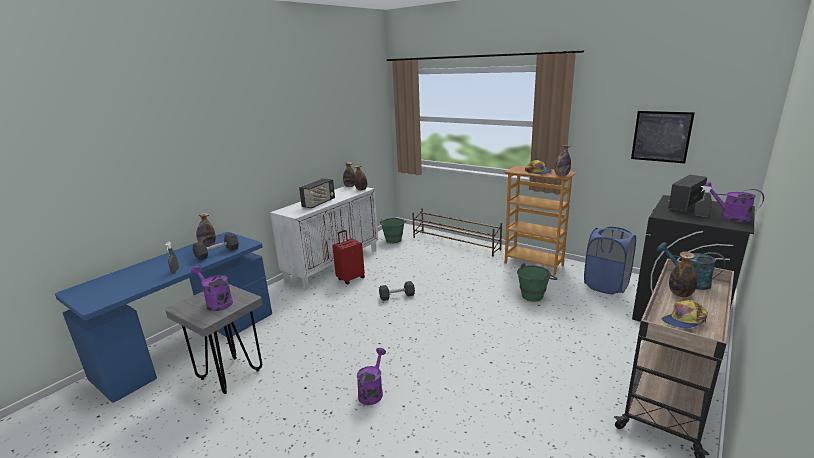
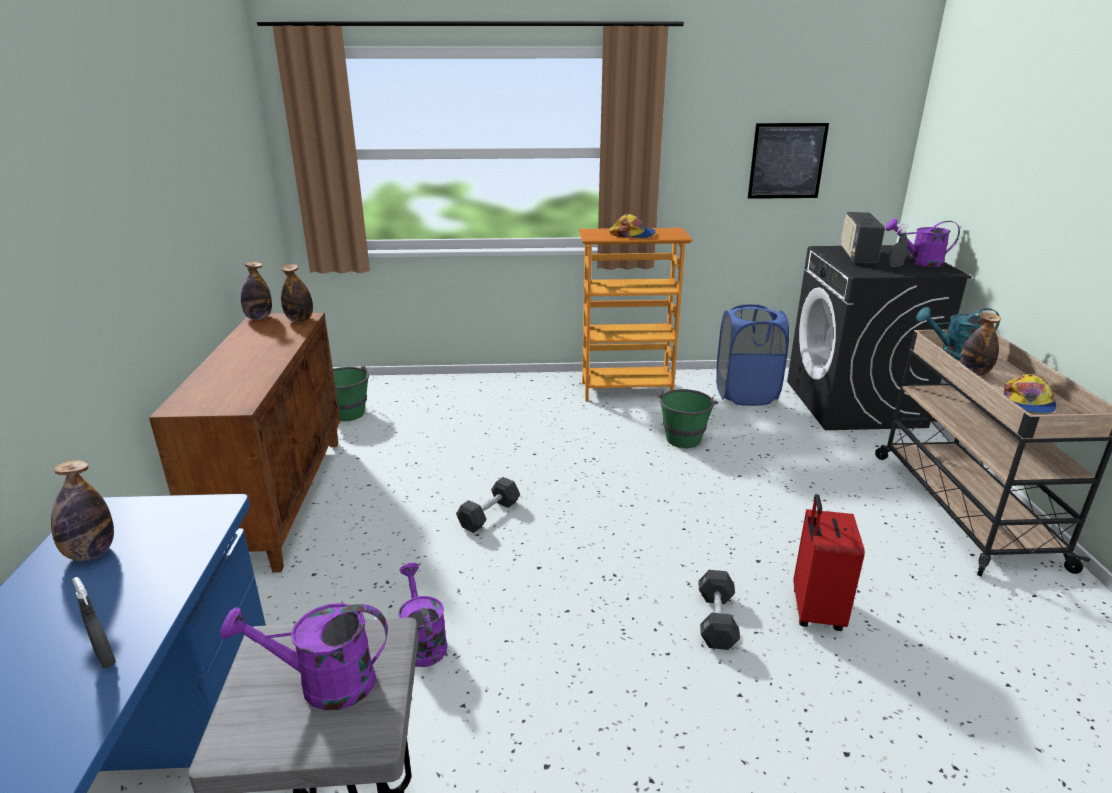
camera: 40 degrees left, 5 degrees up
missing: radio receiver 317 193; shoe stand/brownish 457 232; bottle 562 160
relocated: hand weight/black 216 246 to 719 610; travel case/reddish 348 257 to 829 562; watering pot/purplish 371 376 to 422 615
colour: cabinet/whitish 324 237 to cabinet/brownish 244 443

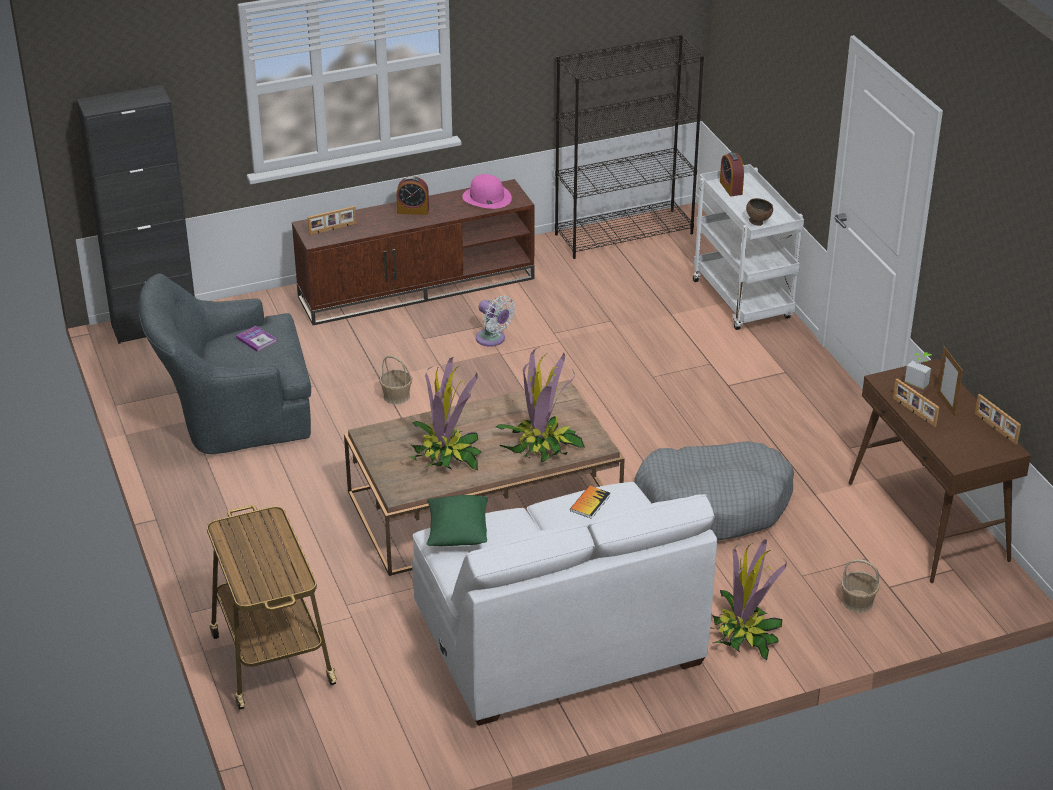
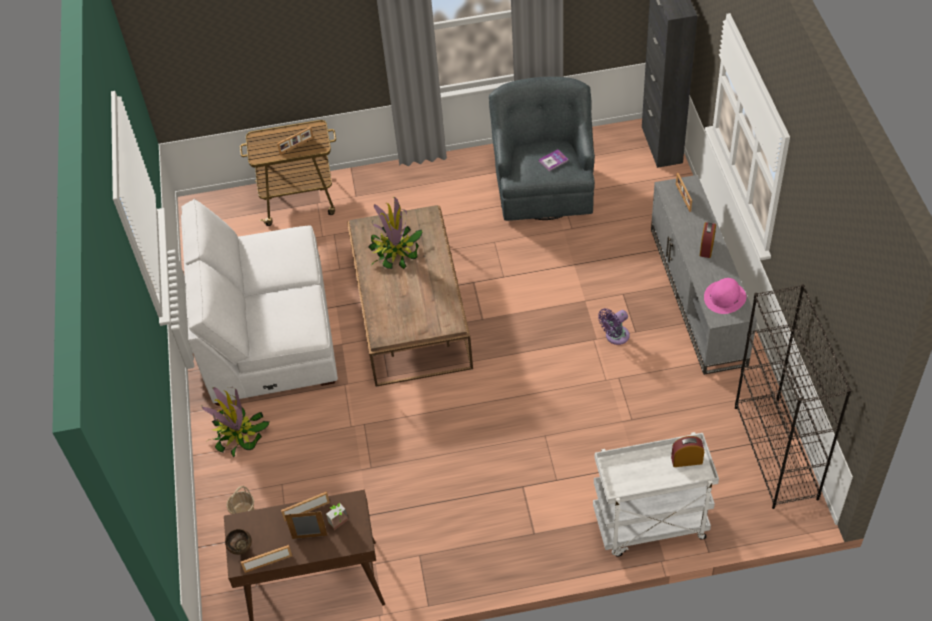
camera: 105 degrees right, 15 degrees up
missing: basket 395 379; cushion/greenish 457 520; plant in a pot 540 405; bound book 590 502; dog cushion/grey 714 490
appeared: standing frame 295 141
relocated: bowl/brownish 759 212 to 238 542
colour: tv unit/brownish 413 252 to tv unit/grey 704 275; fan/whitish 495 321 to fan/purplish 614 326

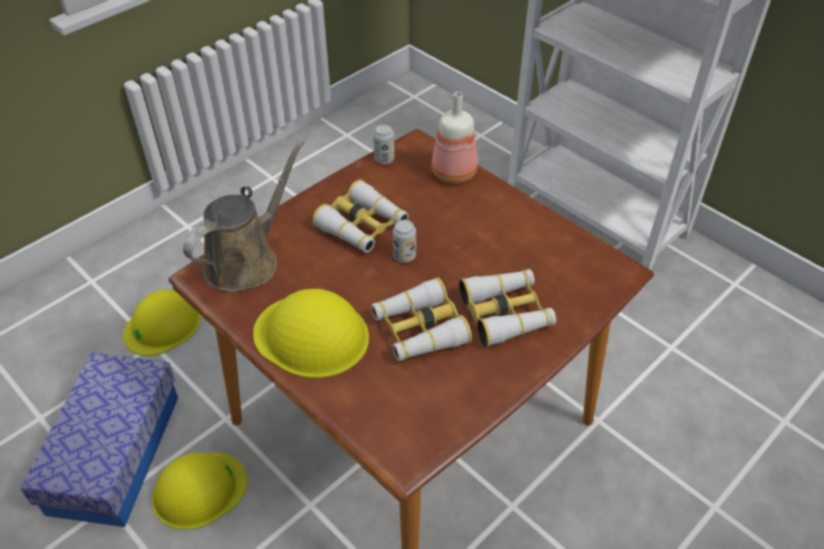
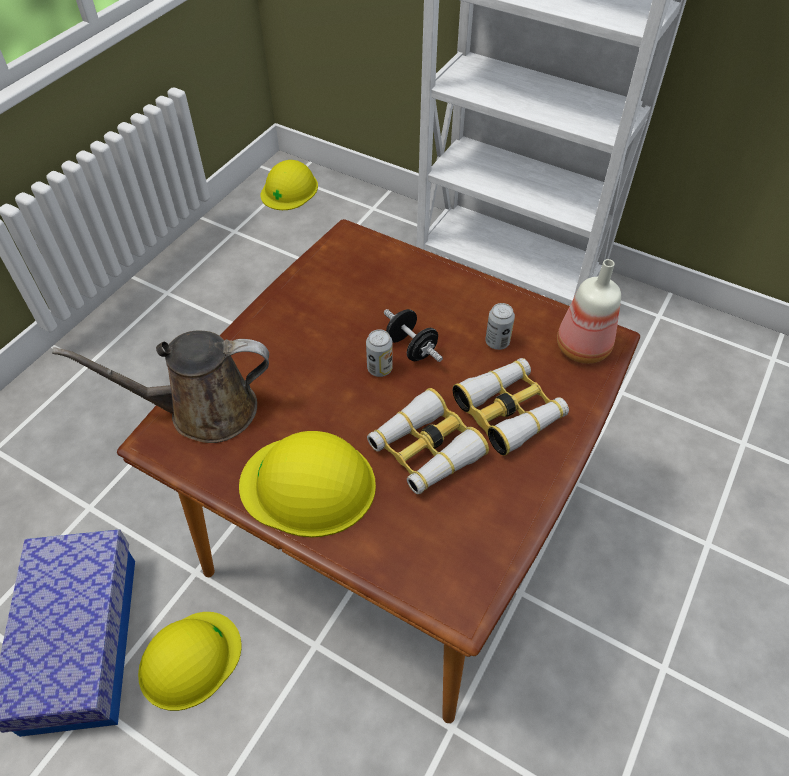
camera: 15 degrees left, 5 degrees up
missing: binoculars 360 216
appeared: hand weight/black 413 335
relocated: hard hat/yellow 162 322 to 289 185; sealed can 383 144 to 500 326; bottle 454 138 to 589 311
spun: watering pot/brownish 244 216 = 160 387 120 degrees counterclockwise

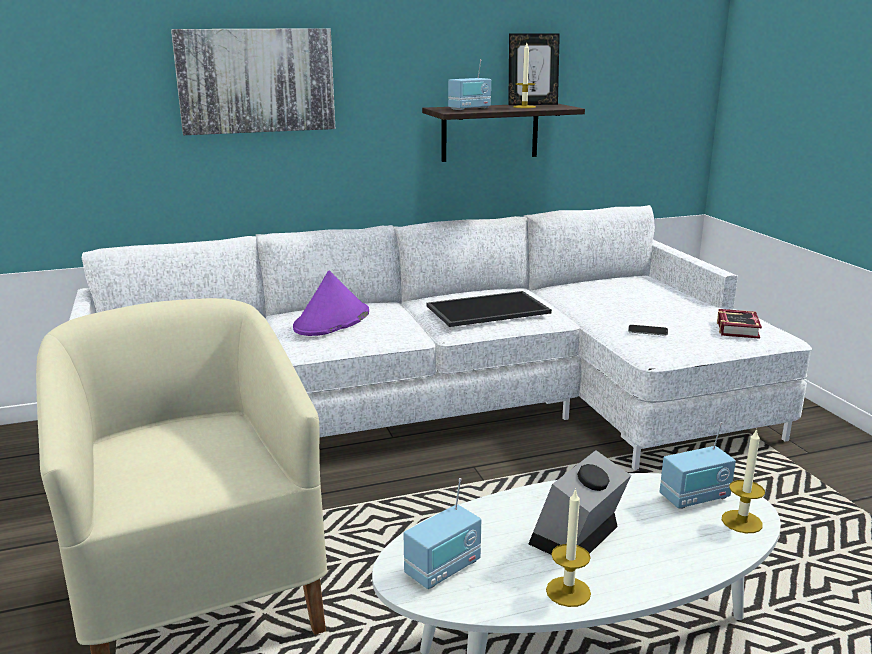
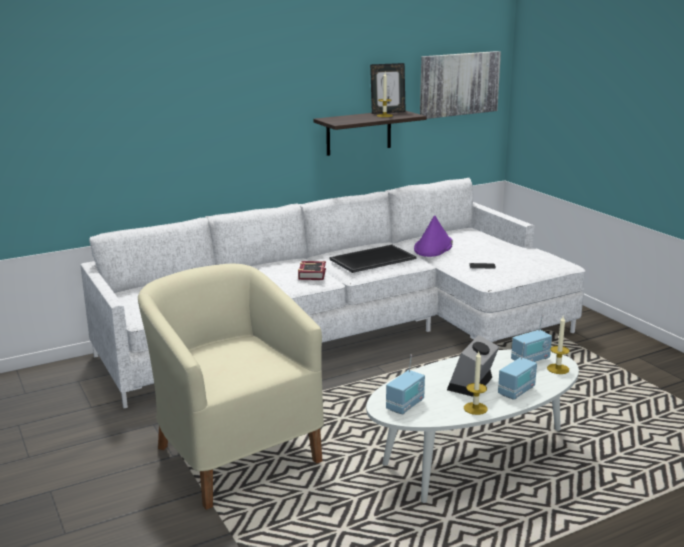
camera: 10 degrees left, 0 degrees up
relocated: wall art 253 81 to 460 85; hat/purplish 331 303 to 433 236; radio receiver 469 84 to 517 371; bound book 739 324 to 312 270

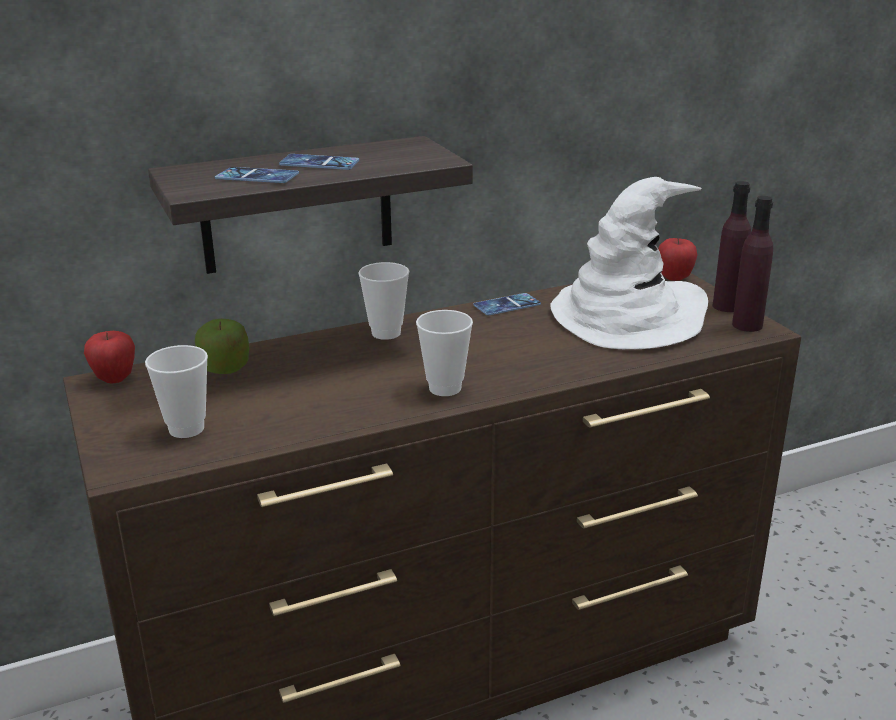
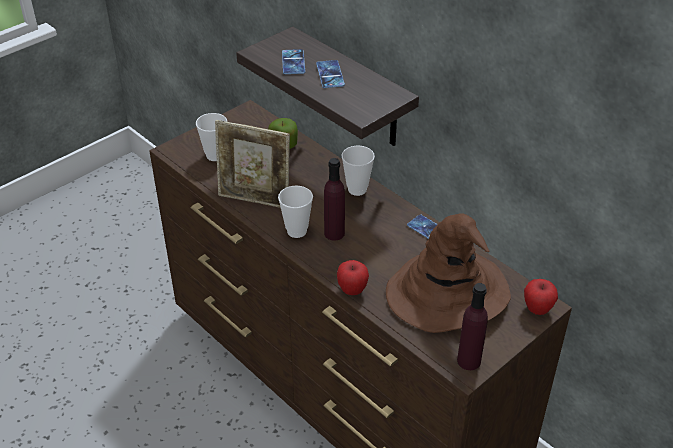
camera: 70 degrees right, 15 degrees up
appeared: standing frame 252 164
relocated: apple fruit 109 357 to 353 277; bottle/purplish 732 246 to 334 199
colour: hat/whitish 629 263 to hat/brownish 448 273

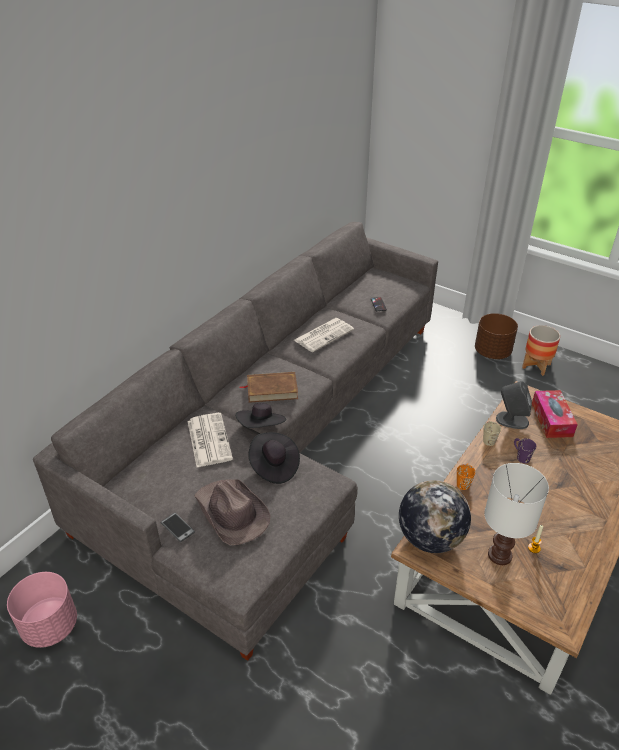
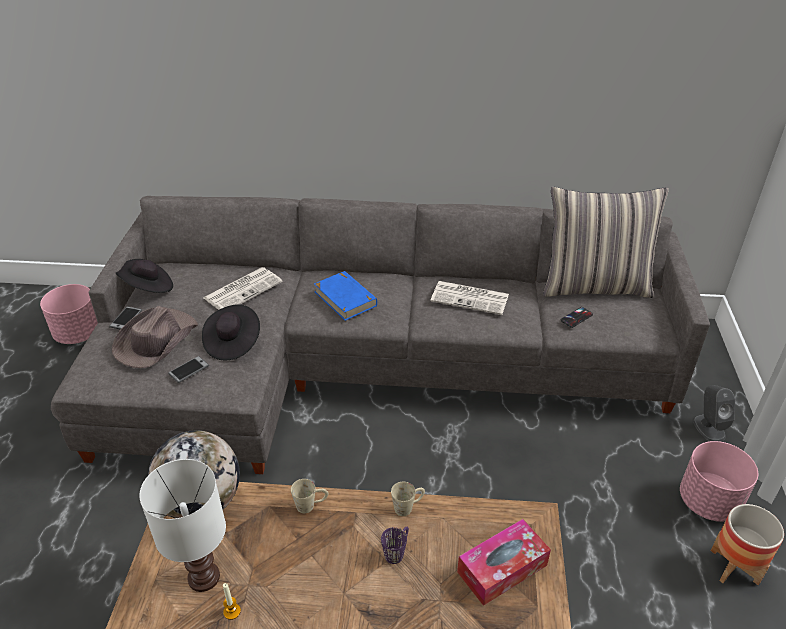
camera: 60 degrees right, 0 degrees up
appeared: telephone 188 369; cushion 606 242
relocated: hat/black 261 415 to 144 276; loudspeaker/grey 514 405 to 714 413
colour: bound book/brownish 268 387 to bound book/blue 345 296; mug/orangey 466 476 to mug/sand-coloured 309 496; plant pot/brownish 496 336 to plant pot/pinkish 719 481

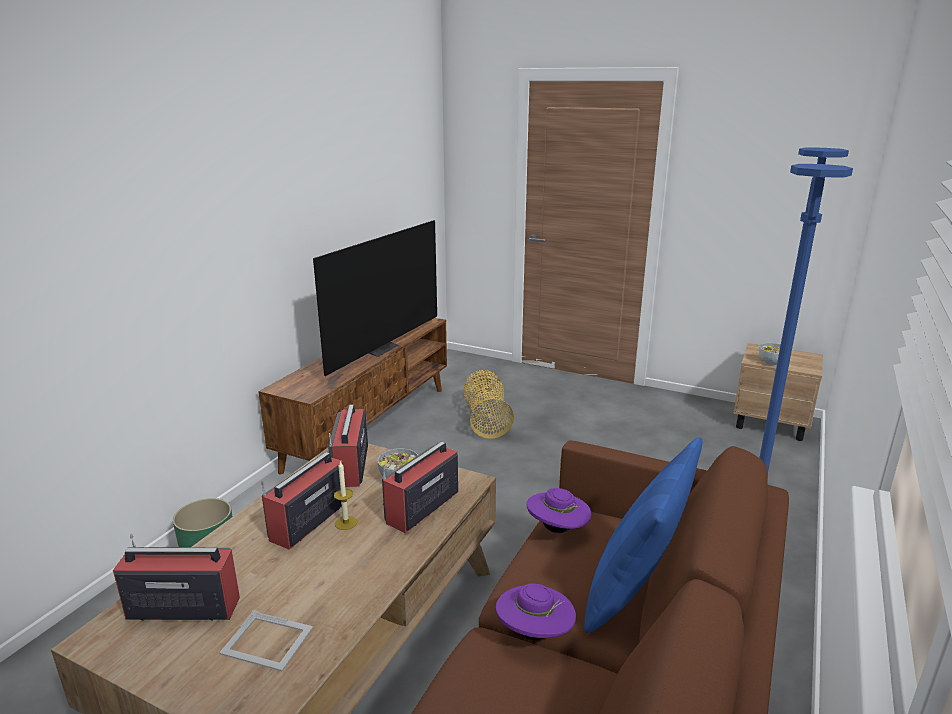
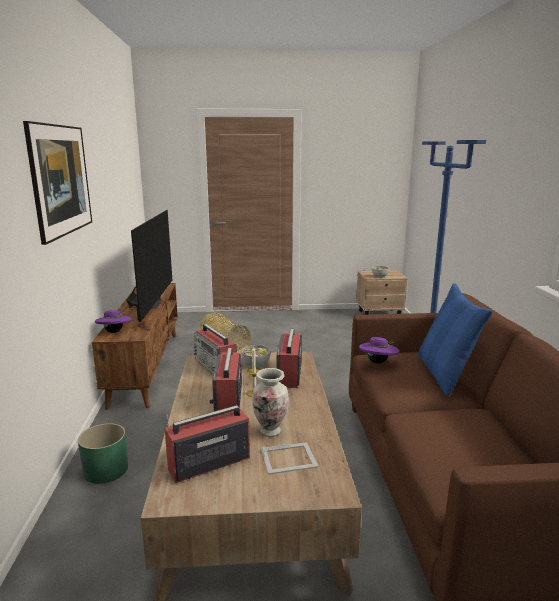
camera: 30 degrees left, 5 degrees down
appeared: wall art 57 183; vase 270 402
relocated: hat/purplish 536 611 to 113 321

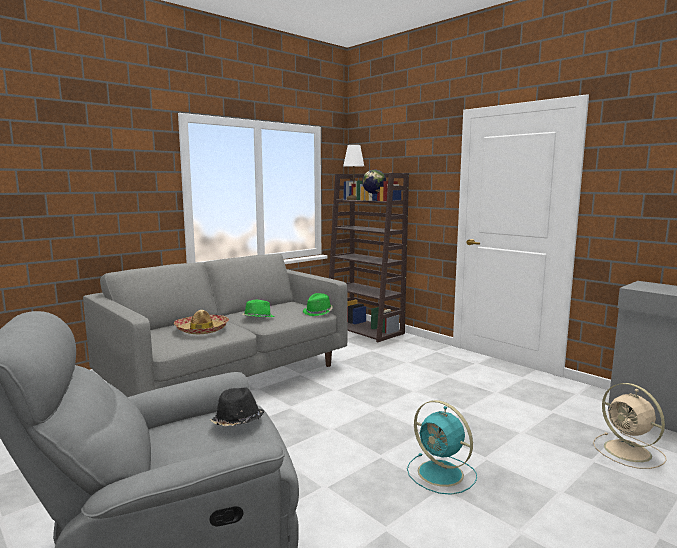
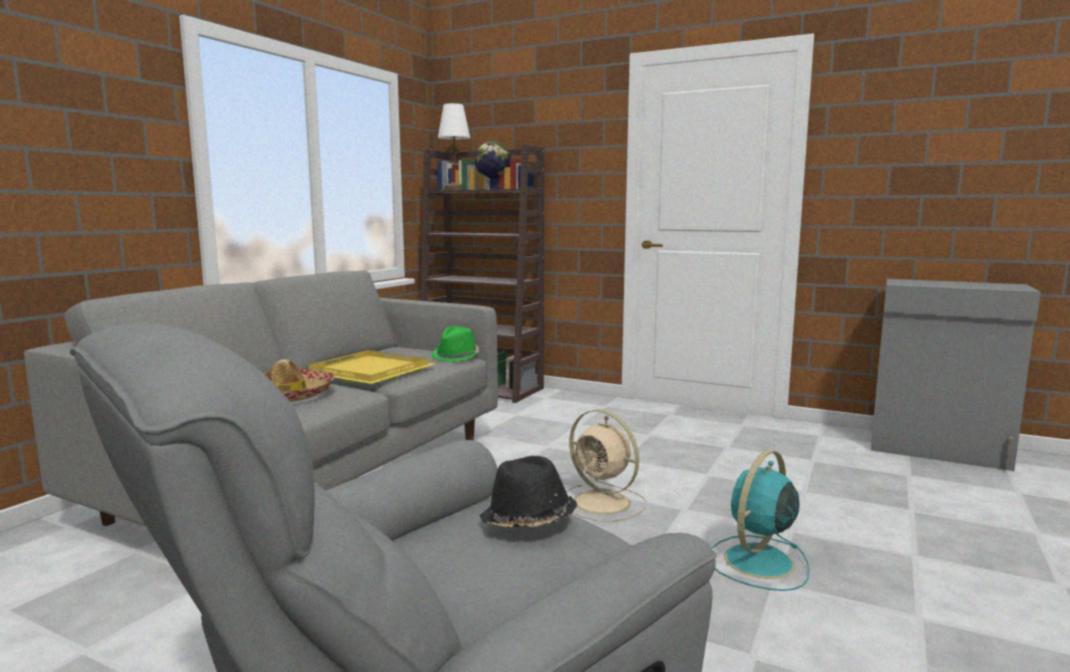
camera: 20 degrees left, 0 degrees up
relocated: fan/sand-coloured 629 426 to 606 466
exchanged: hat/greenish 258 308 to tray/yellow 371 367
spun: fan/turquoise-coloured 442 447 = 760 520 105 degrees clockwise

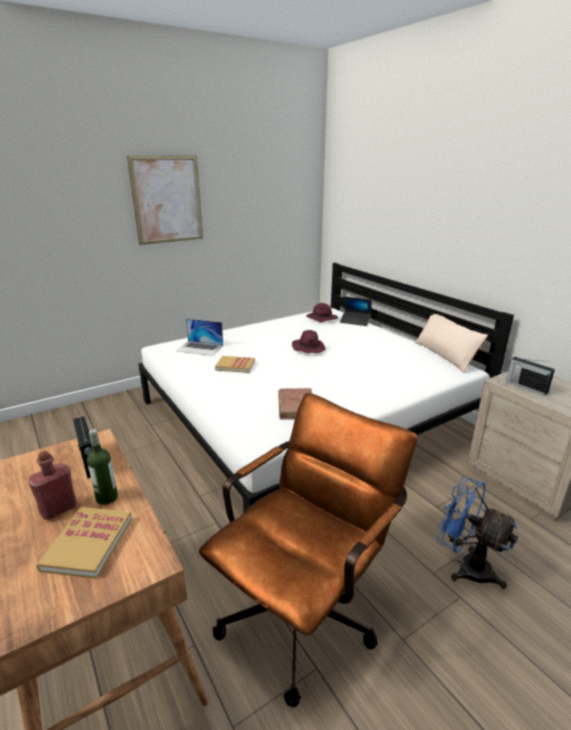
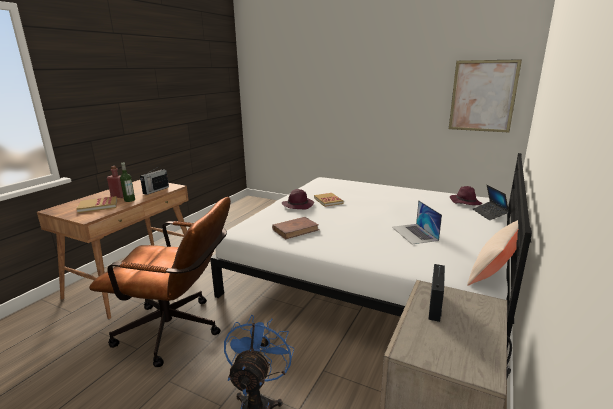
camera: 60 degrees right, 5 degrees down
relocated: wall art 165 200 to 485 95; notebook computer 199 337 to 417 222; hat/purplish 309 341 to 298 199

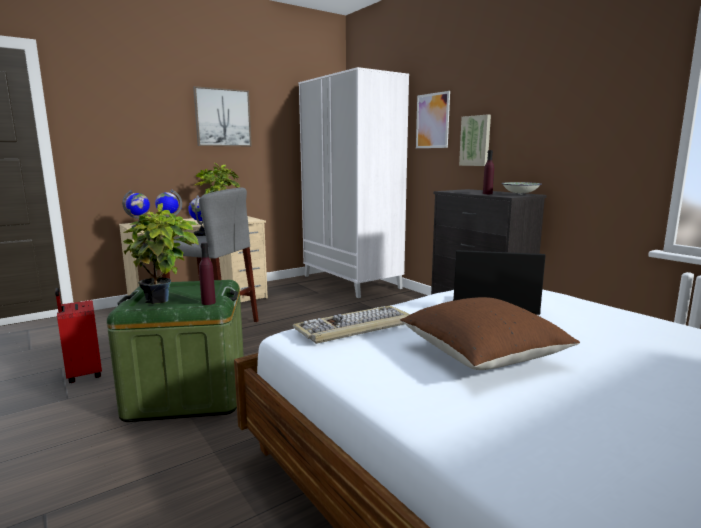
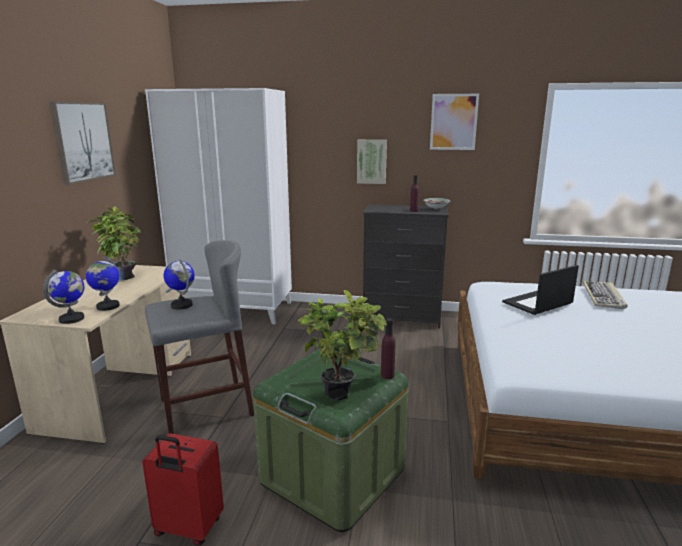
camera: 45 degrees left, 5 degrees up
missing: cushion/brownish 490 333
relocated: PC keyboard 351 325 to 605 295; wall art 433 119 to 454 122

